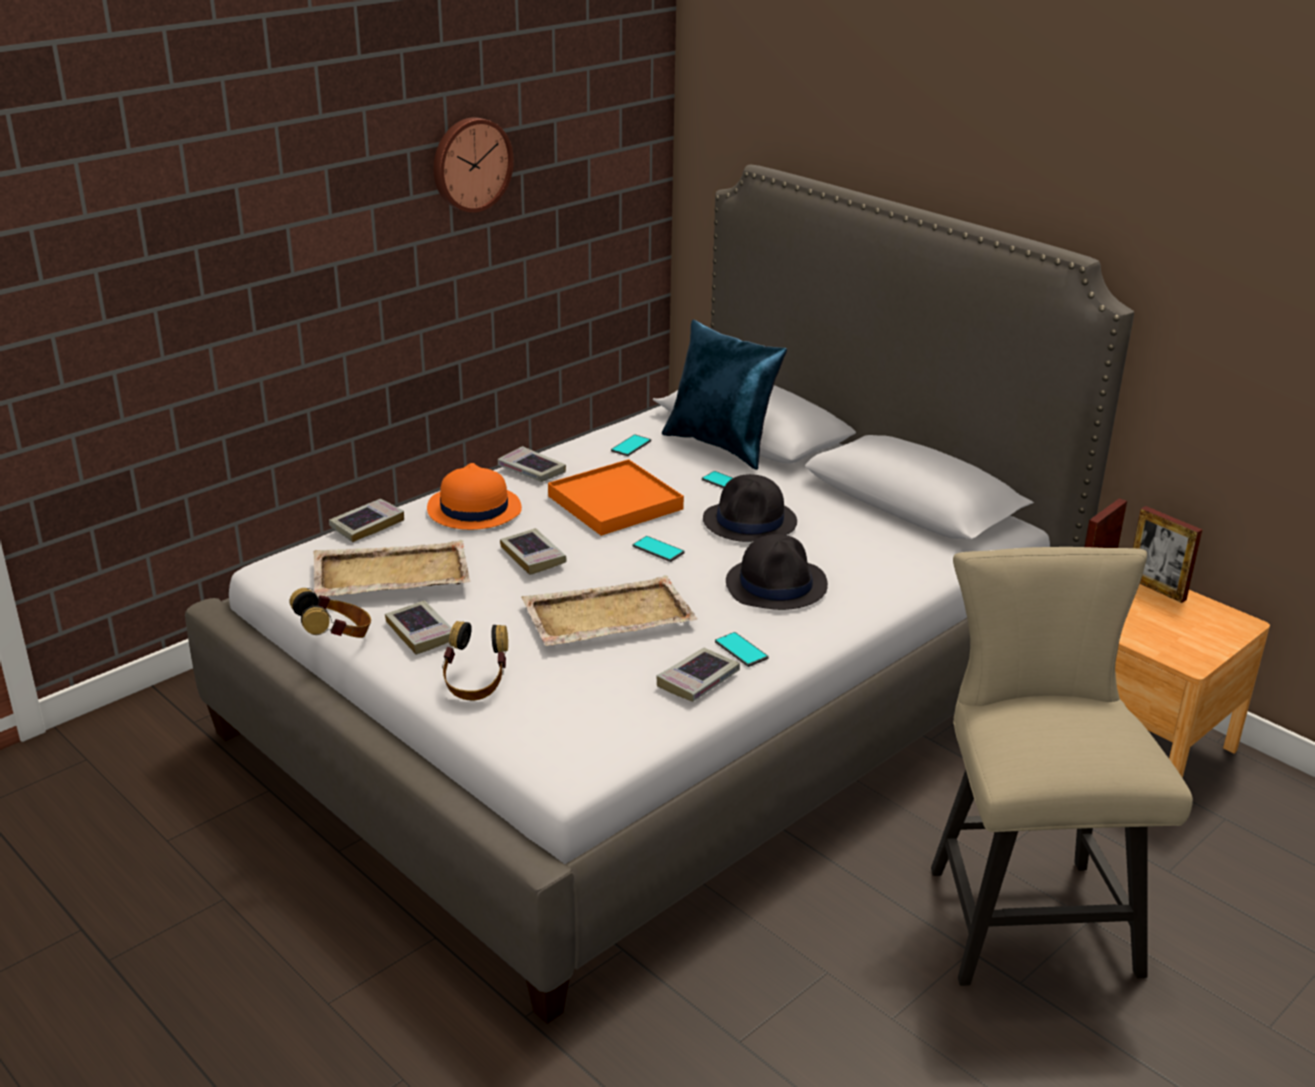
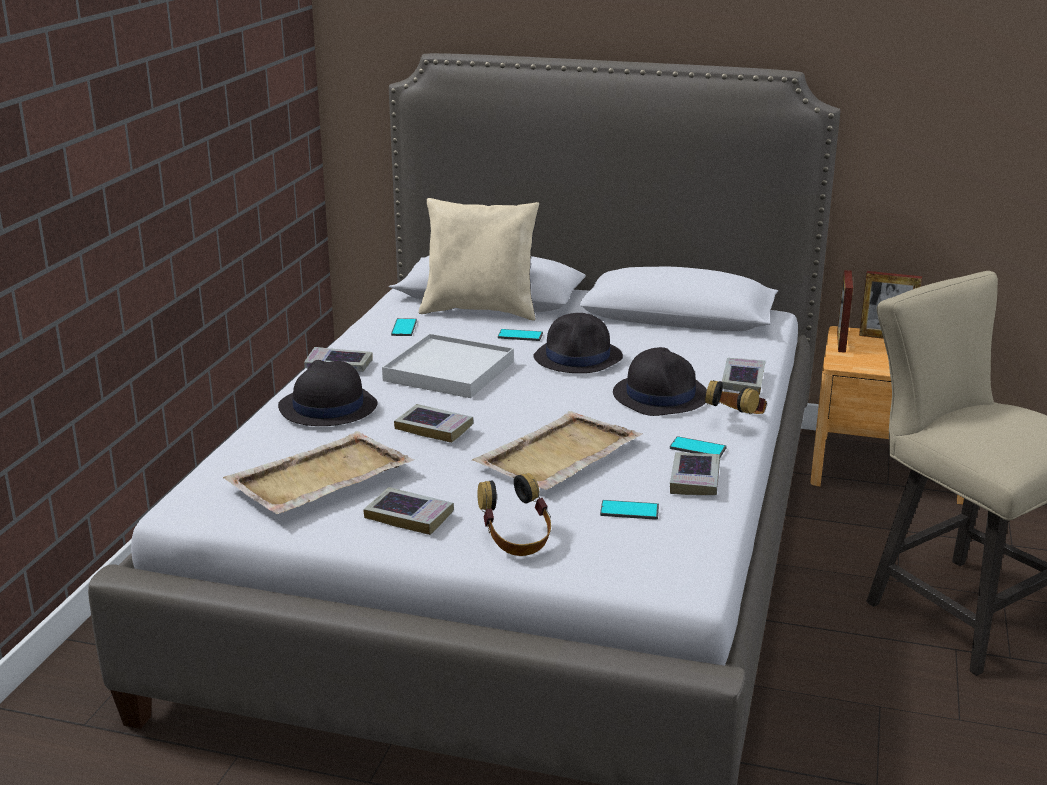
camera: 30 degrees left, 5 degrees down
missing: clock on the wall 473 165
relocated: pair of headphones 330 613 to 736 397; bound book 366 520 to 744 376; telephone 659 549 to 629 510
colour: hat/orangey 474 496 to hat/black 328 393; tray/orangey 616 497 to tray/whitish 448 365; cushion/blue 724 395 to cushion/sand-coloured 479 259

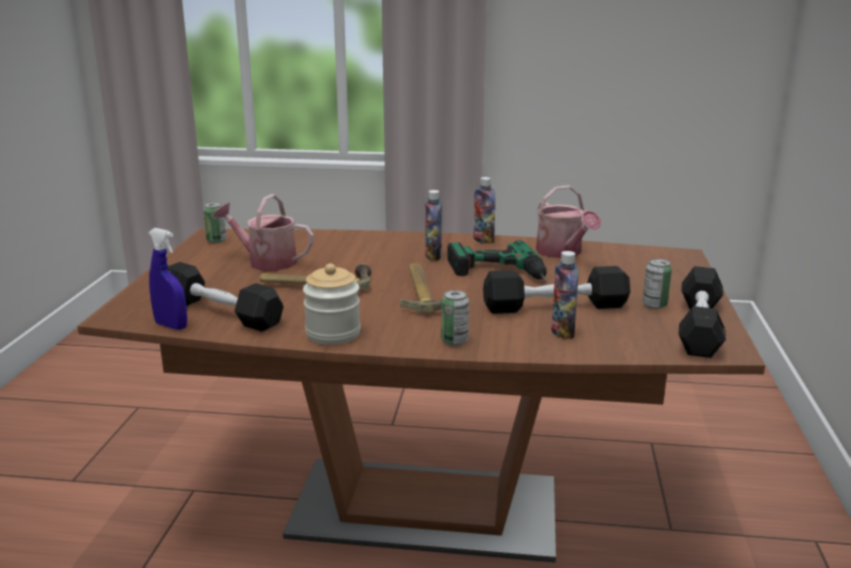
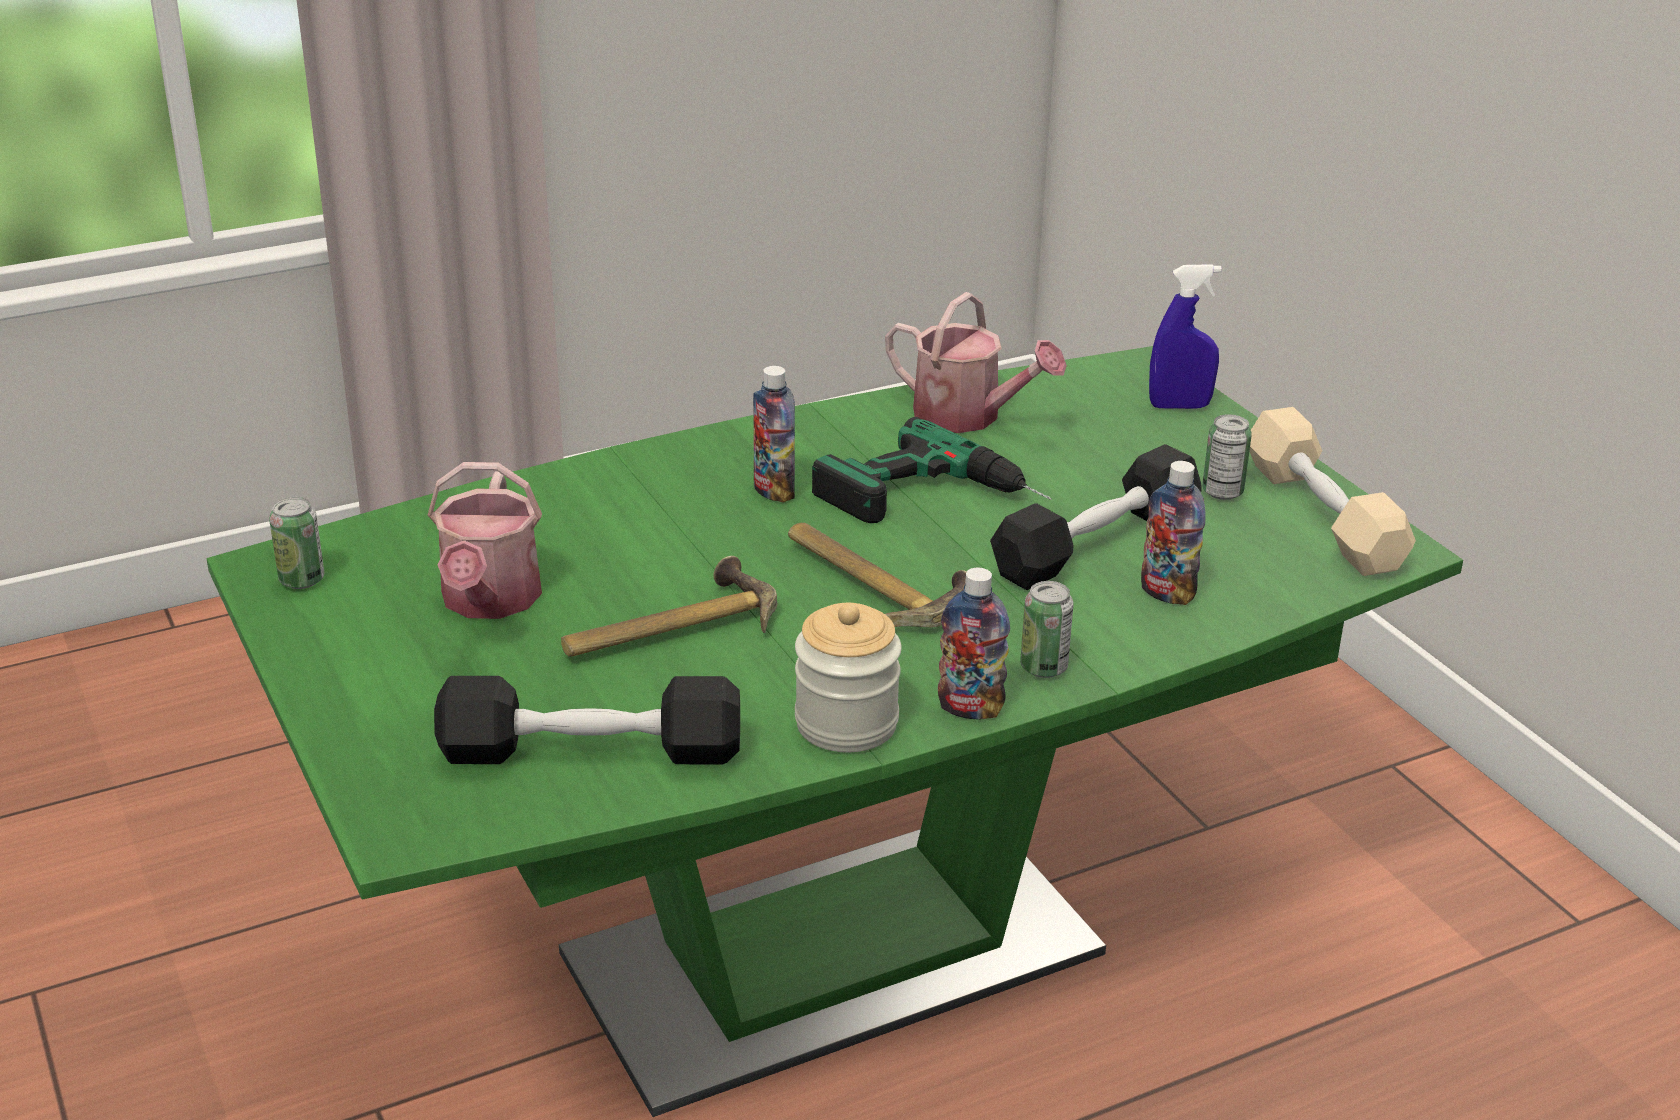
camera: 35 degrees left, 10 degrees up
relocated: spray bottle/blue 167 279 to 1185 336; bottle 484 210 to 974 643
colour: dinner table/brownish 421 395 to dinner table/greenish 835 731; hand weight/black 702 312 to hand weight/sand-coloured 1332 491
spun: watering pot 263 232 = 485 540 75 degrees counterclockwise

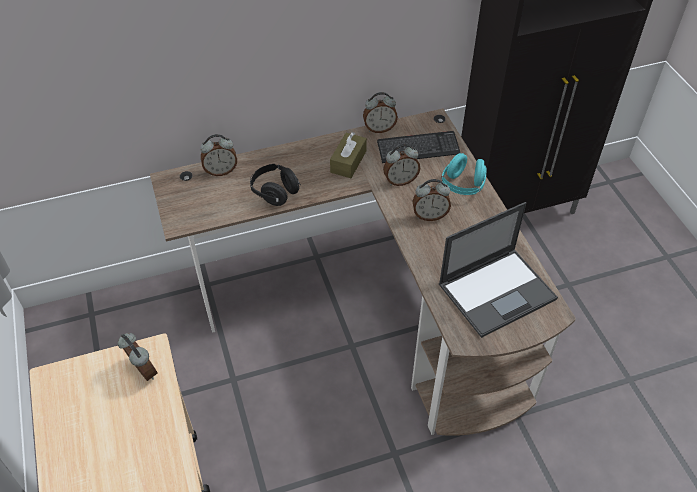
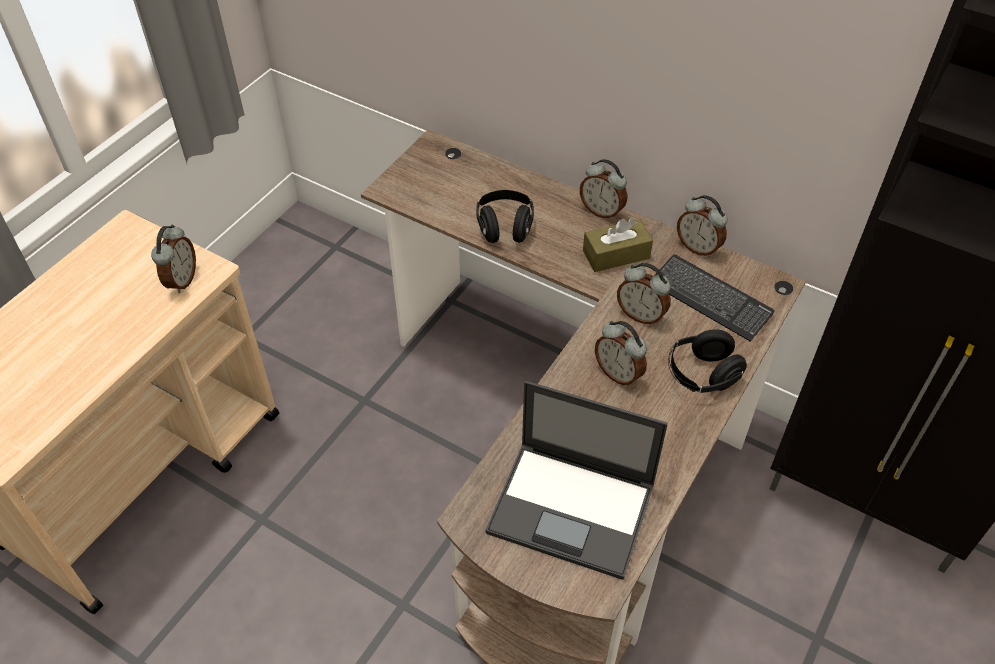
camera: 50 degrees right, 0 degrees up
relocated: bedside clock 218 155 to 603 189
colour: pair of headphones/turquoise-coloured 464 174 to pair of headphones/black 707 361

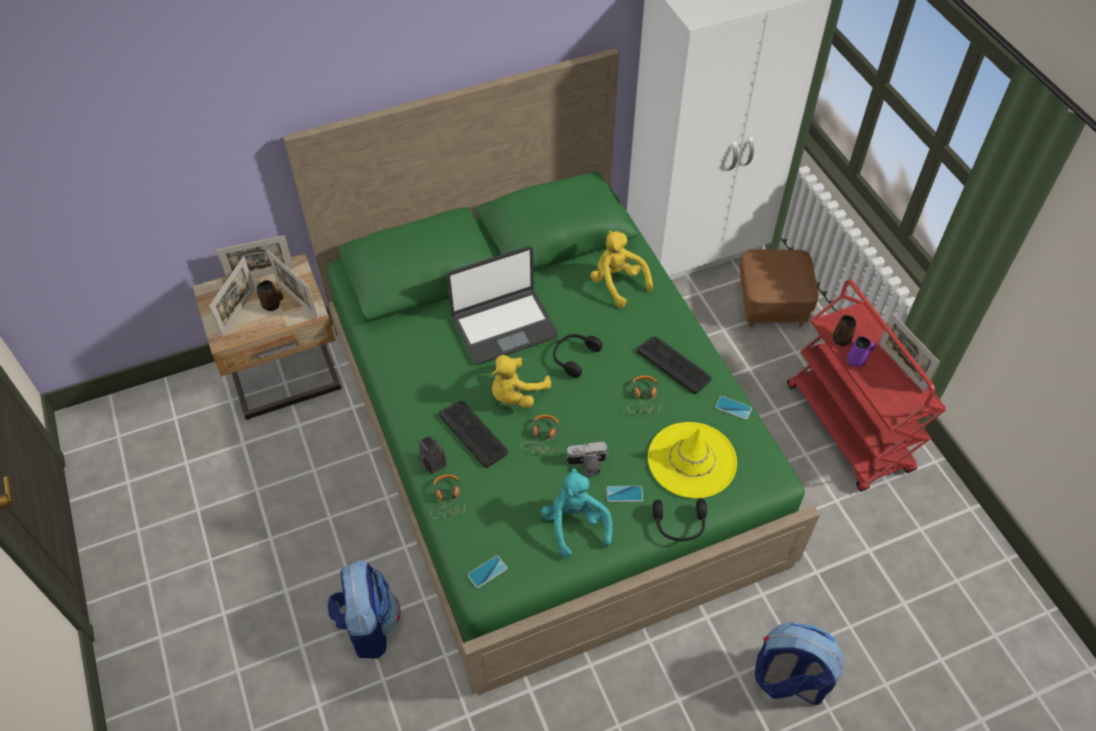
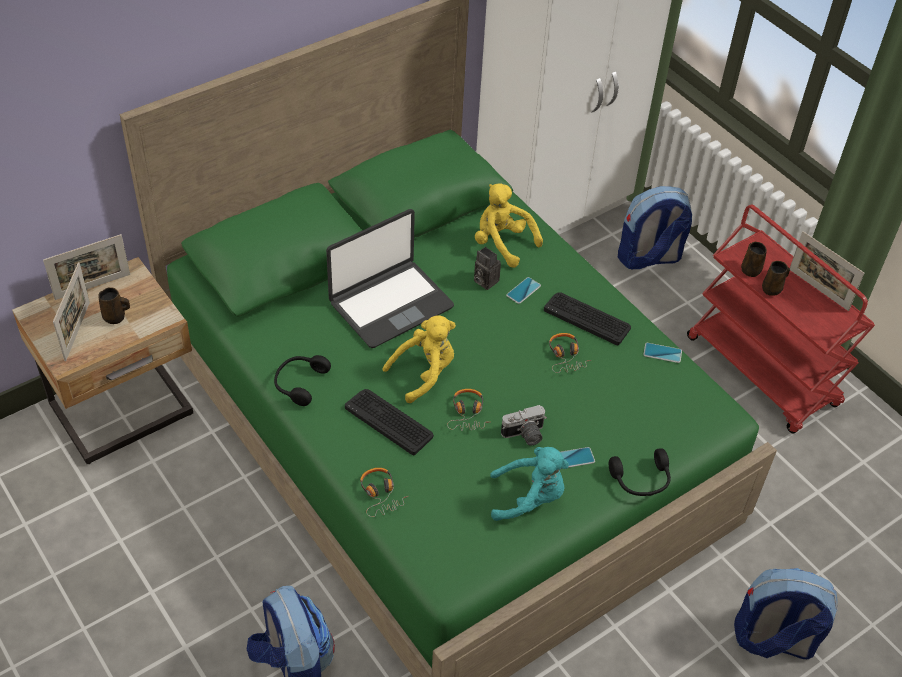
camera: 15 degrees left, 5 degrees down
missing: standing frame 292 284; hat/yellow 692 460
relocated: still camera 433 455 to 487 268; telephone 487 571 to 523 290; pair of headphones/black 578 356 to 302 380
exchanged: footrest/brownish 779 288 to backpack 655 228
colour: mug/purplish 861 351 to mug/brownish 776 278
spun: cuddly toy/yellow 521 381 = 419 359 150 degrees counterclockwise; cuddly toy/turquoise-coloured 576 513 = 529 484 120 degrees clockwise

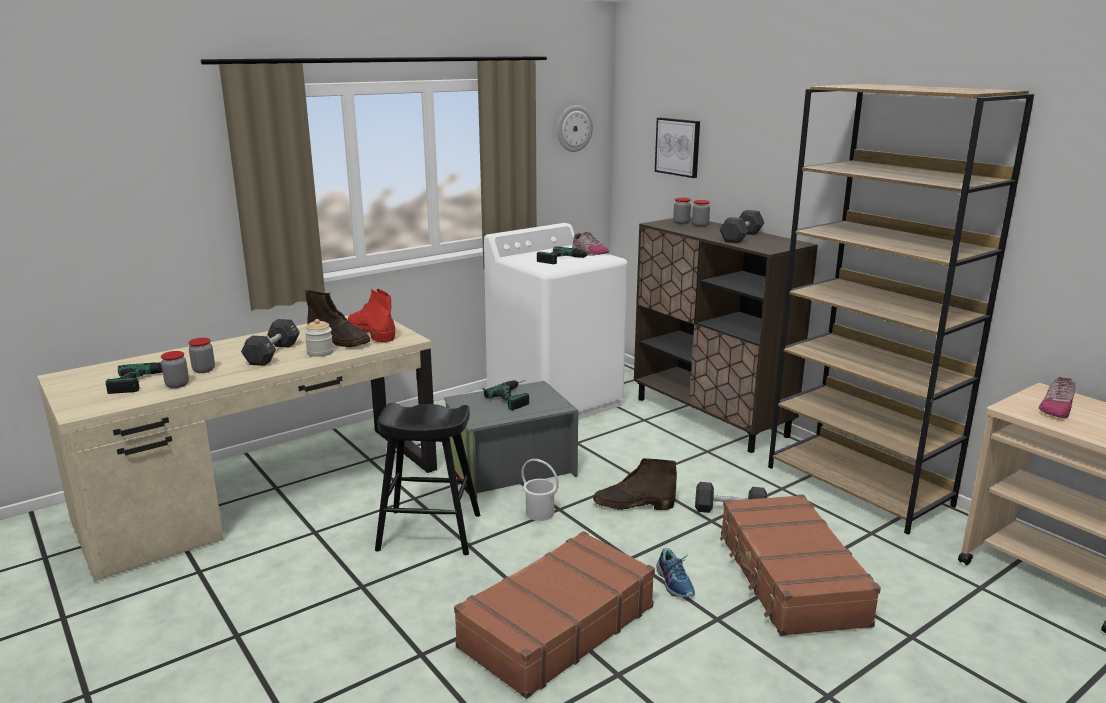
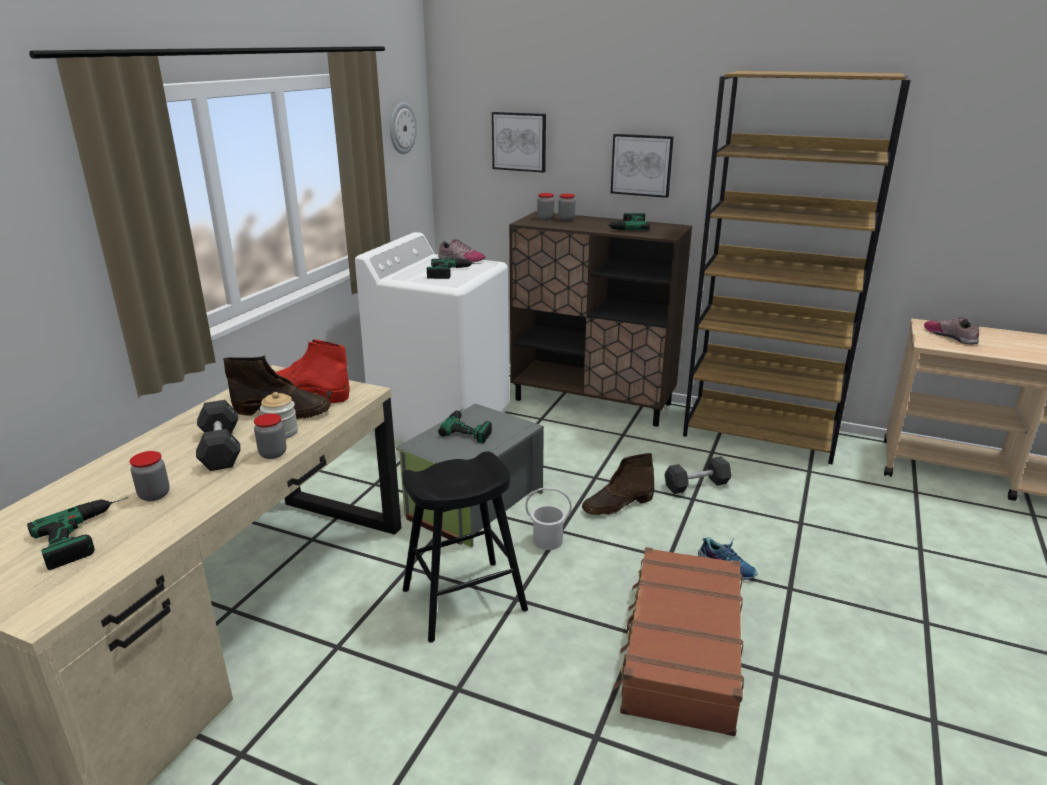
camera: 30 degrees left, 5 degrees up
missing: travel case/brownish 800 565
appeared: wall art 642 166
relocated: jar 175 369 to 270 436
exchanged: hand weight/black 741 227 to drill 625 221
spun: shoe 1057 397 = 952 331 150 degrees clockwise

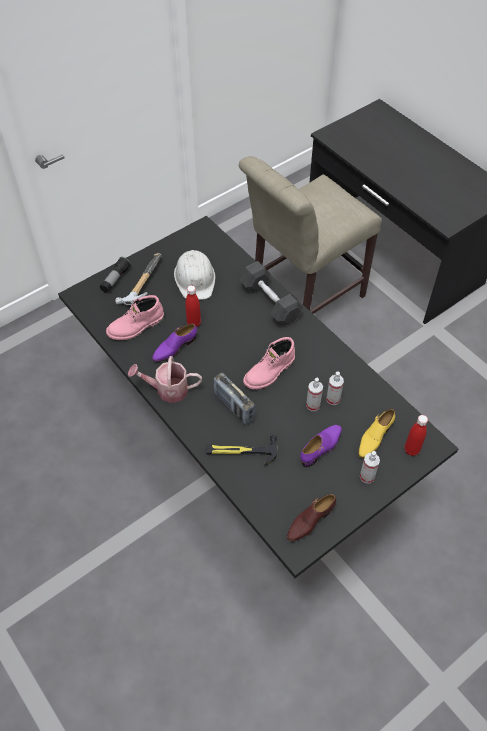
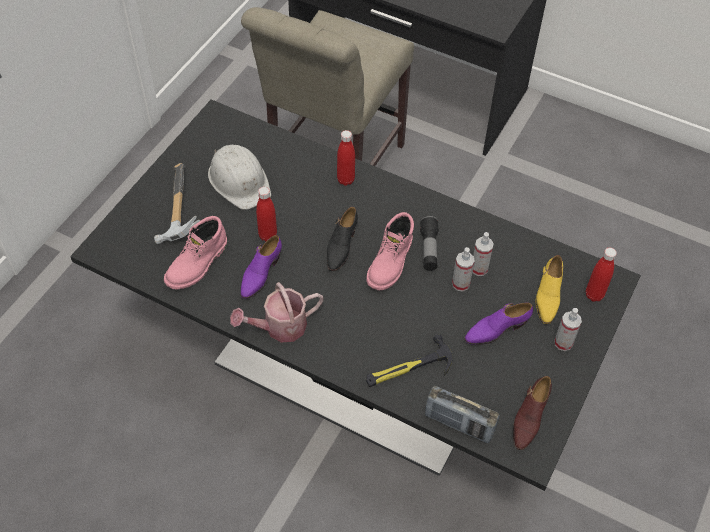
camera: 25 degrees left, 0 degrees up
appeared: shoe/black 342 239
relocated: hand torch 115 275 to 429 243; radio receiver 234 399 to 462 414
exchanged: hand weight/grey 271 293 to bottle/reddish 346 158
spun: shoe/purplish 321 446 = 498 323 135 degrees counterclockwise

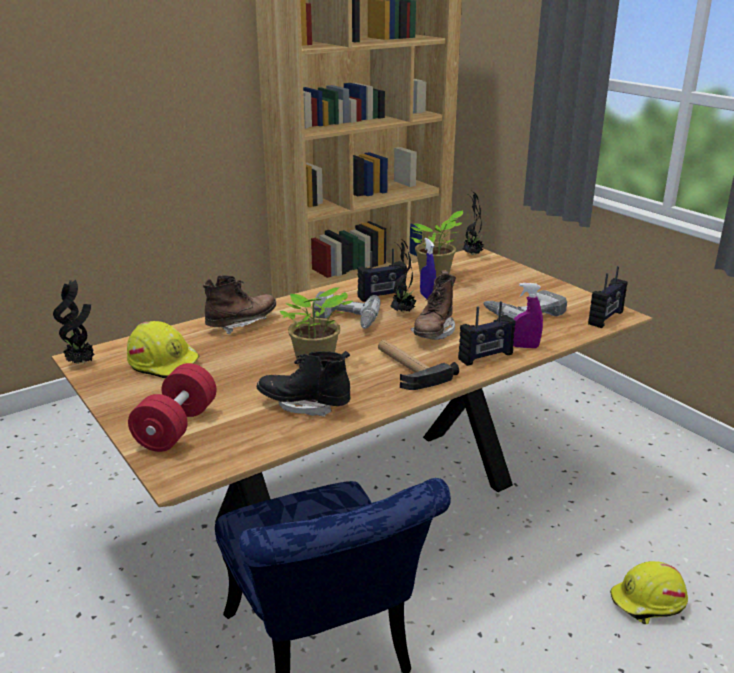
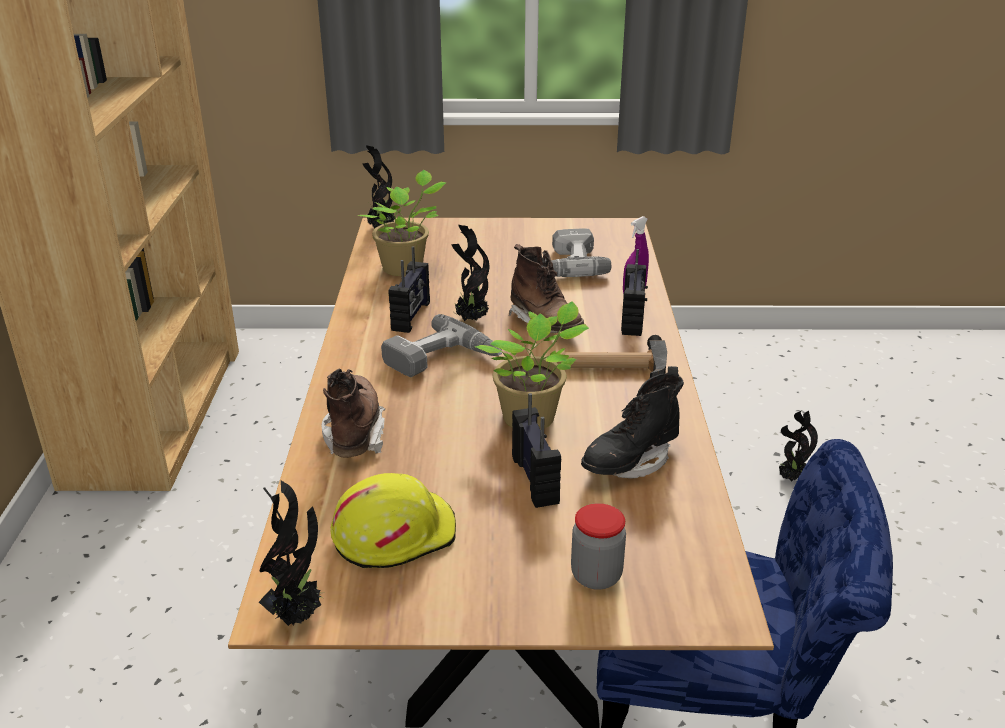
camera: 55 degrees left, 5 degrees up
missing: spray bottle/blue 428 268
relocated: radio receiver 608 297 to 536 450
exchanged: hand weight/reddish 172 407 to jar 598 546; hard hat/yellow 649 592 to plant in a pot 798 445

